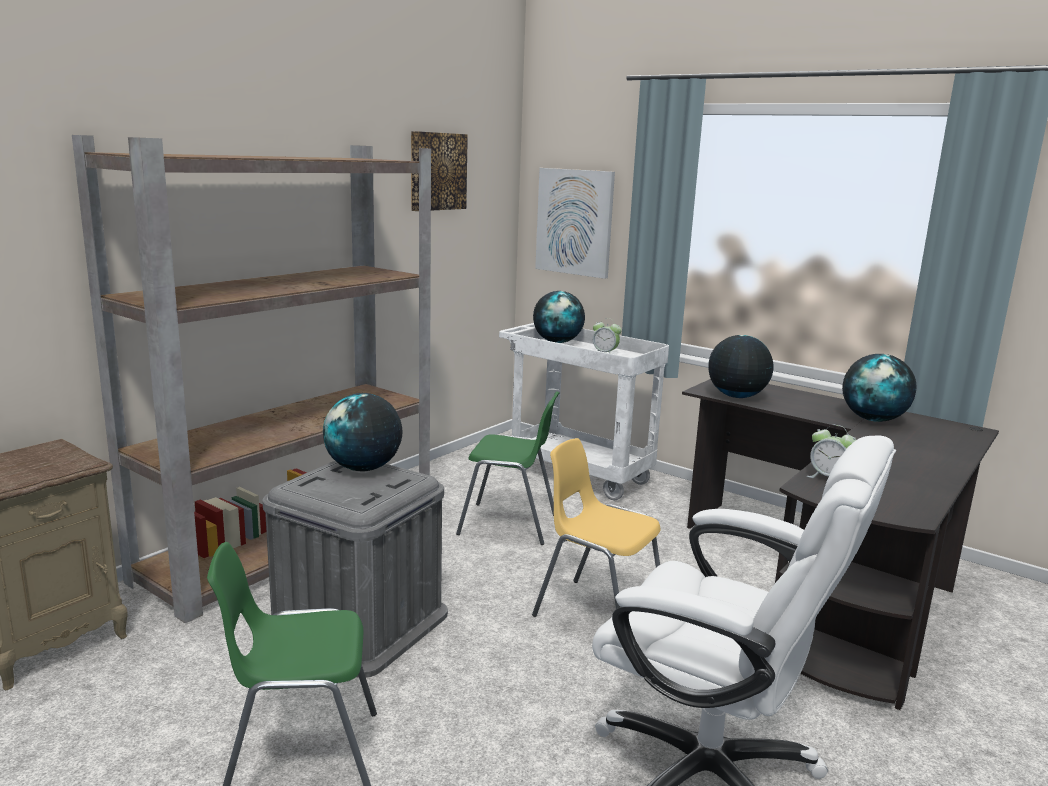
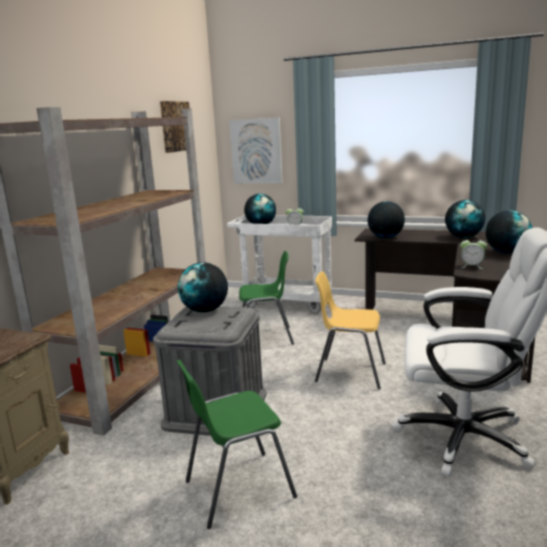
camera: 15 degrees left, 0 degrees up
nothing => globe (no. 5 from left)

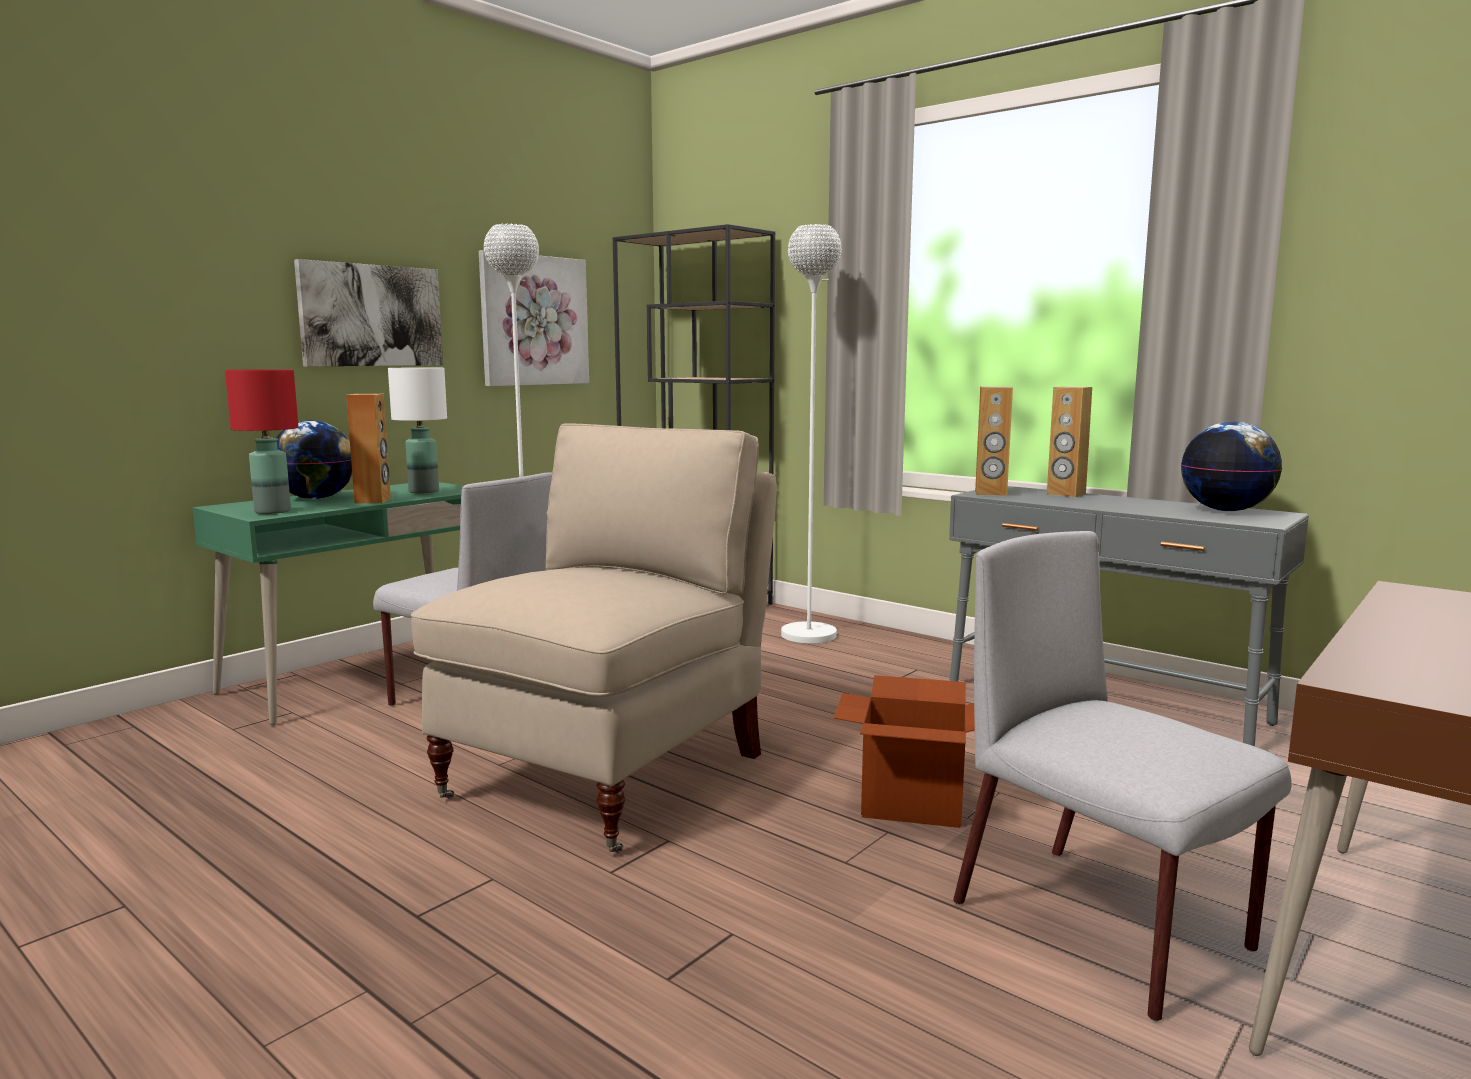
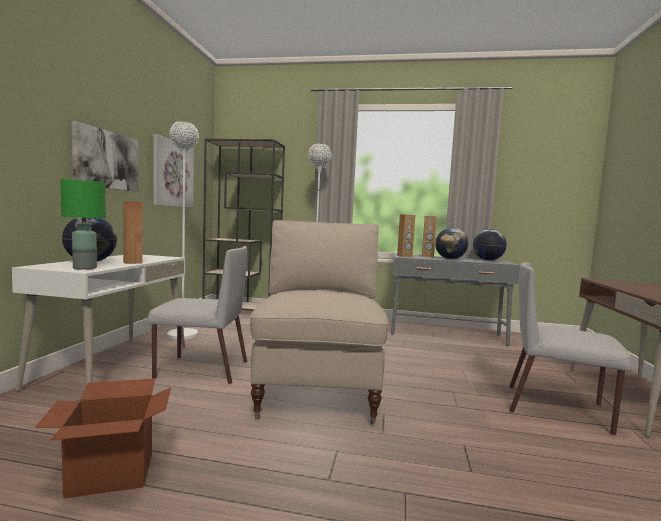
camera: 30 degrees left, 5 degrees down
desk (green) => desk (white)
cardboard box, shifted
table lamp (red) => table lamp (green)
nothing => globe (no. 2 from left)
table lamp (white) => nothing

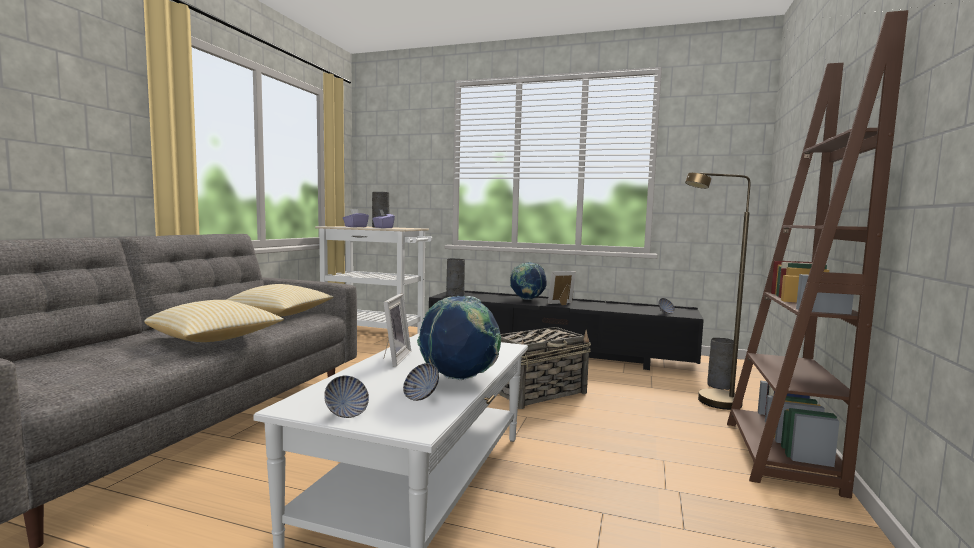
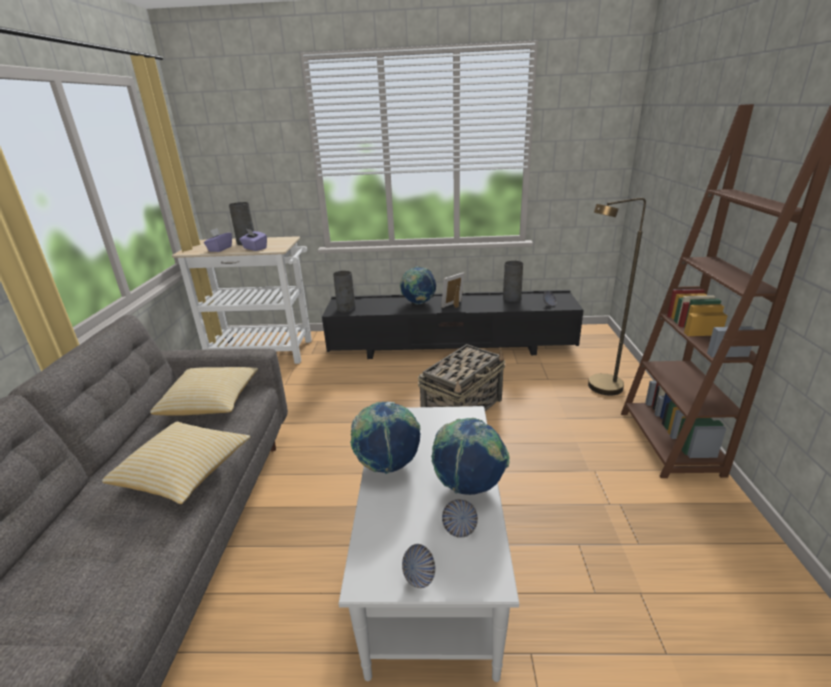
camera: 15 degrees left, 20 degrees up
picture frame (no. 1 from left) => globe (no. 1 from left)
vase (grey) (no. 3 from left), shifted

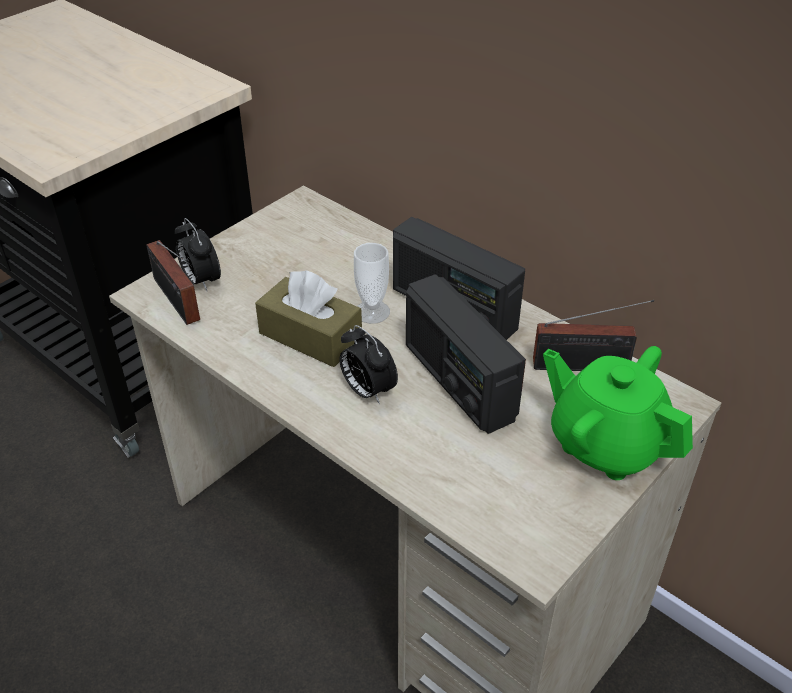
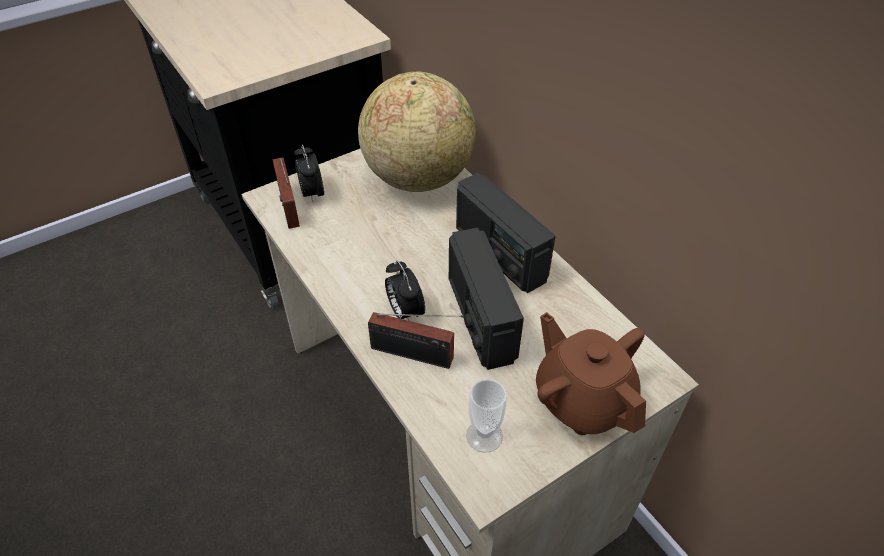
camera: 15 degrees right, 5 degrees up
nothing => globe
radio (no. 4 from left in the first image) => radio (no. 2 from left), shifted
cup, shifted
teapot (green) => teapot (brown)
tissue box (brown) => nothing

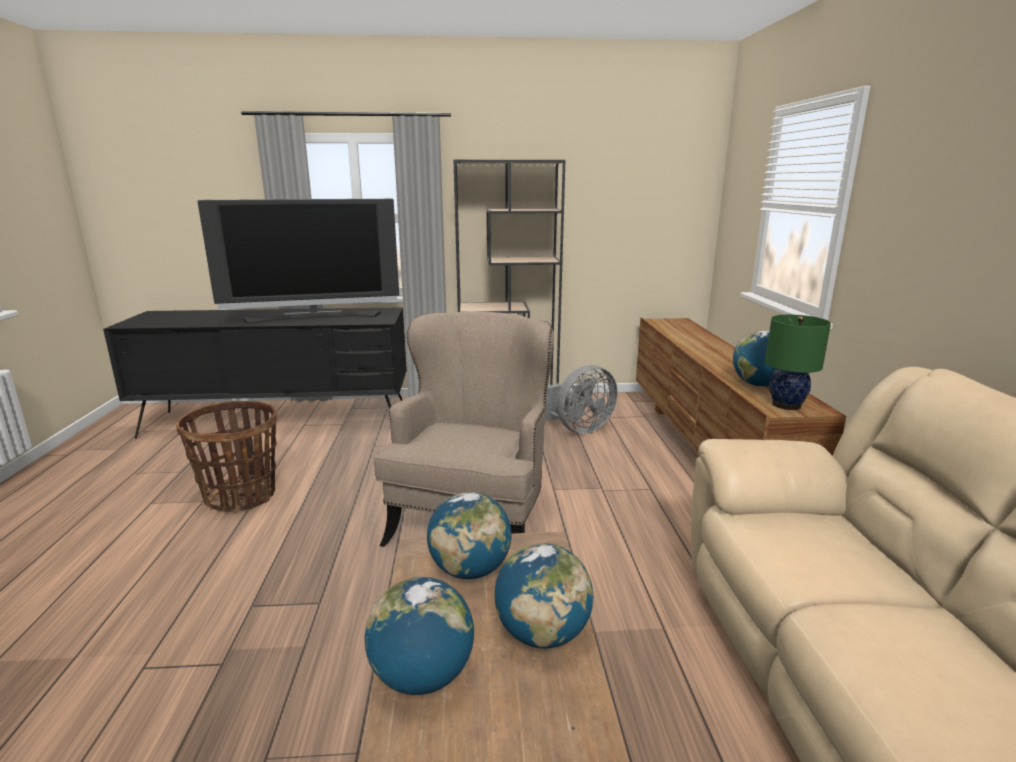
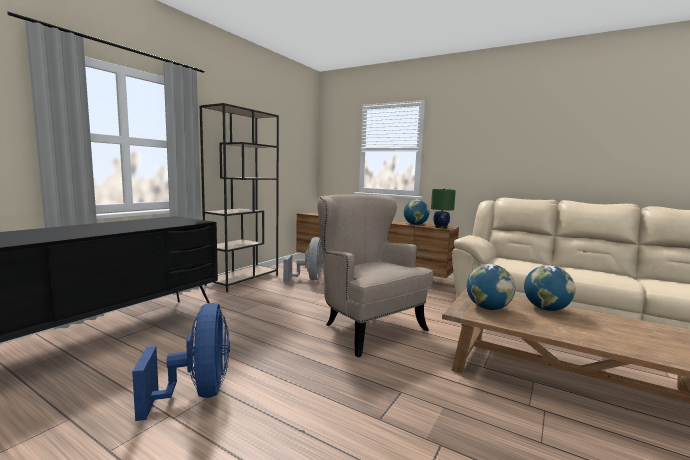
camera: 55 degrees left, 10 degrees down
basket => fan (blue)
television => nothing
globe (no. 1 from left) => nothing

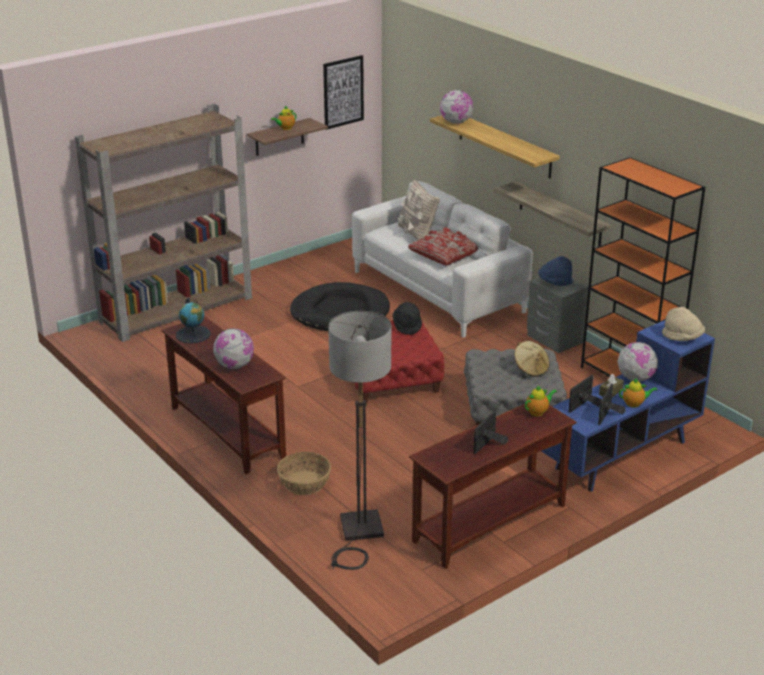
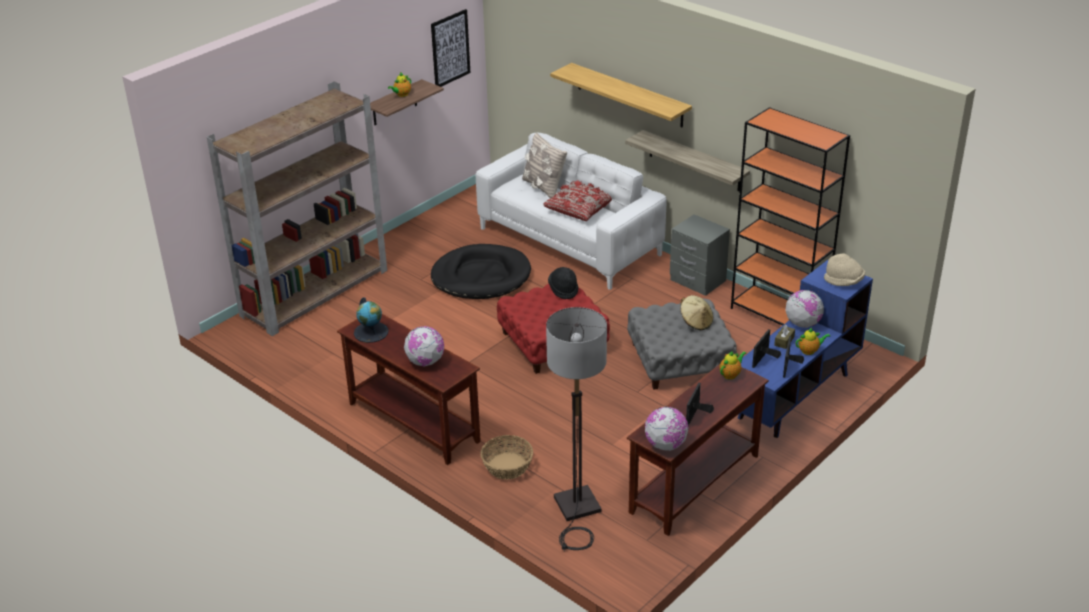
camera: 10 degrees left, 5 degrees up
globe (no. 3 from left), shifted
hat (blue) => nothing

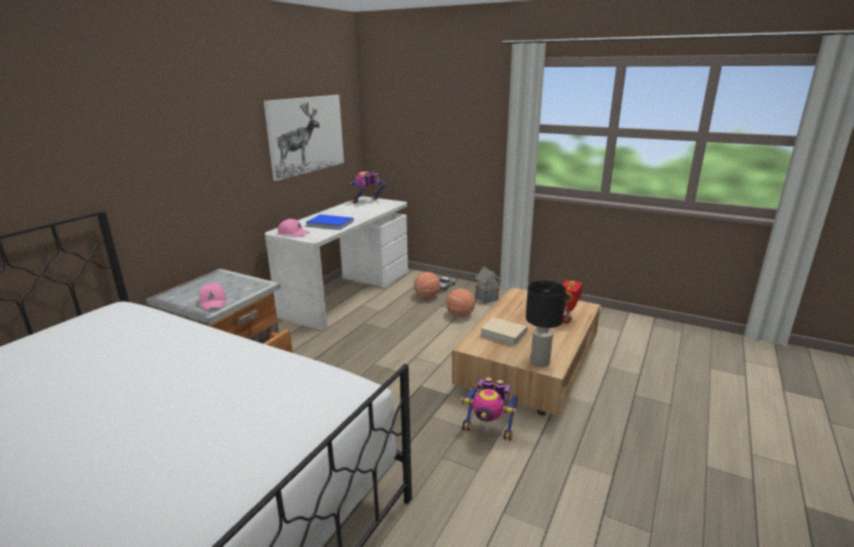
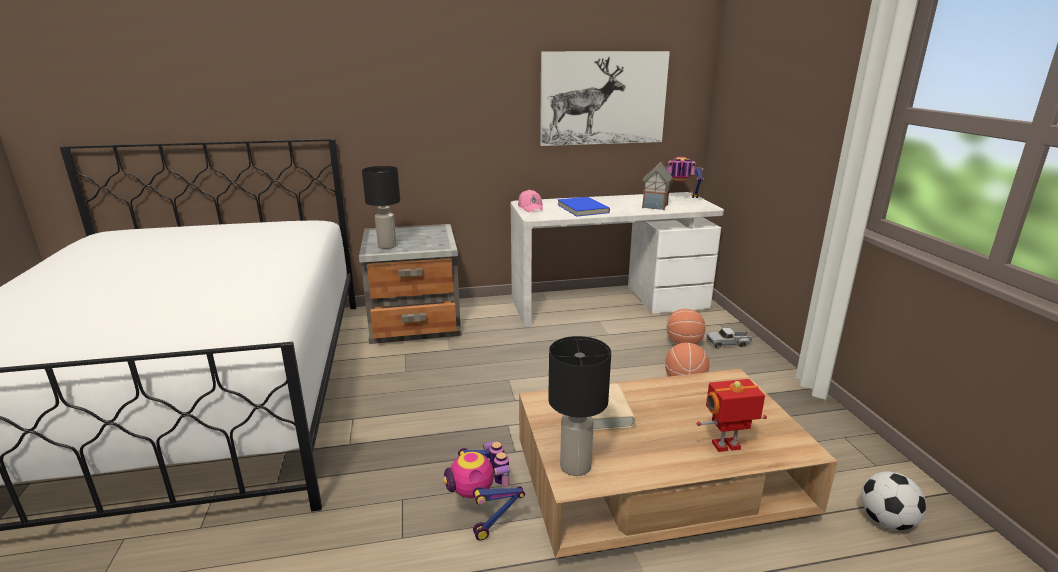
camera: 50 degrees right, 0 degrees up
cap (pink) (no. 1 from left) => table lamp (black) (no. 1 from left)
toy house, shifted
nothing => football

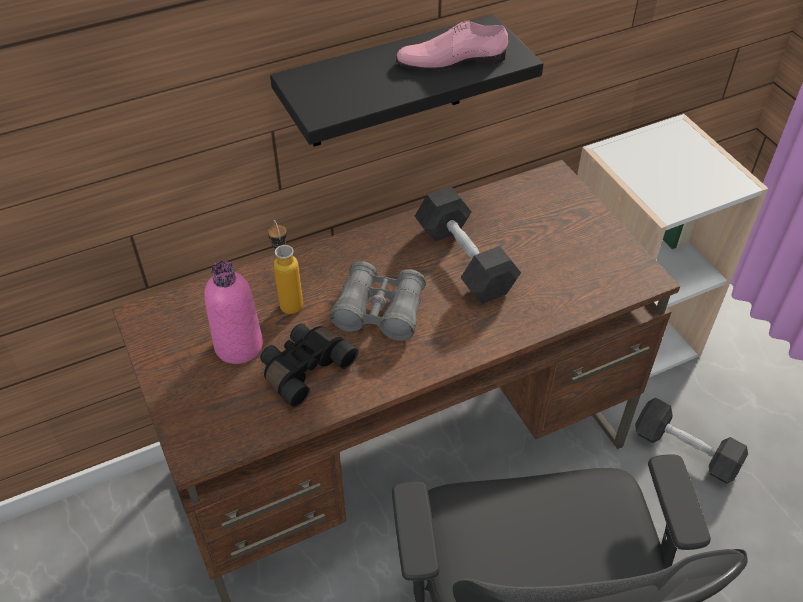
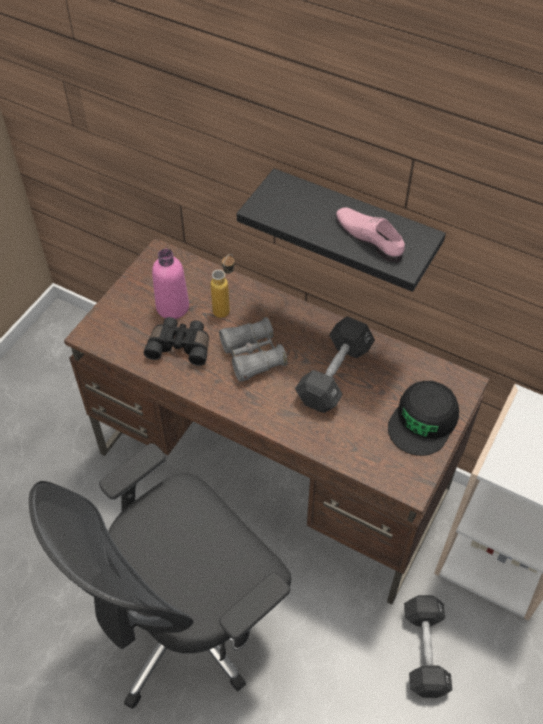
camera: 55 degrees right, 5 degrees up
nothing => cap (black)

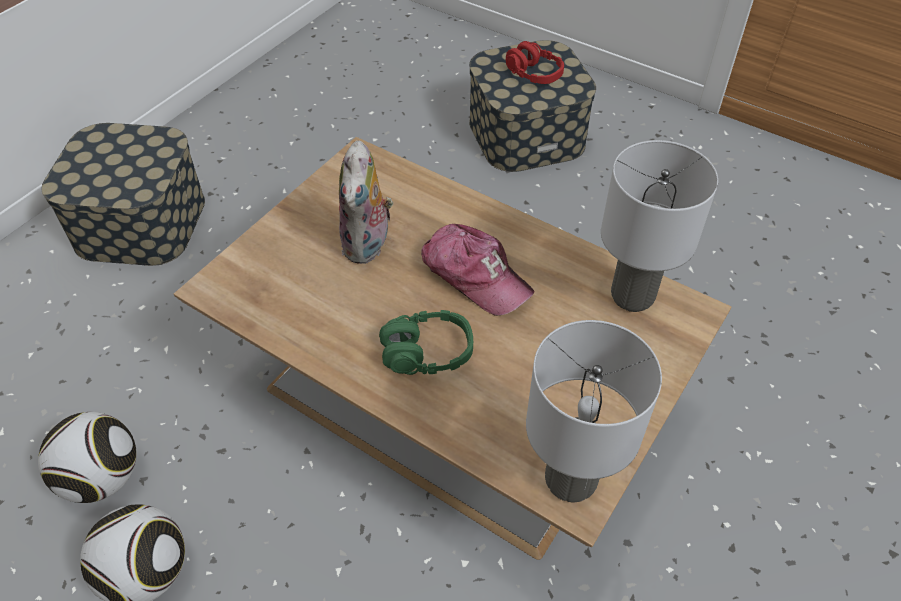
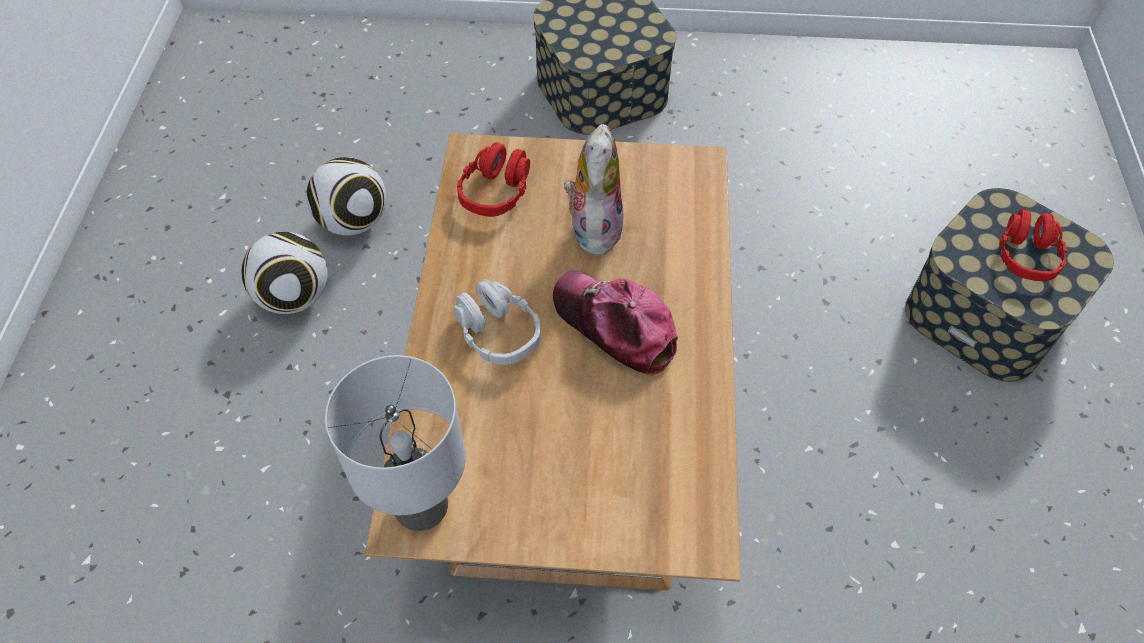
camera: 60 degrees right, 5 degrees up
headphones (green) => headphones (grey)
nothing => headphones (red) (no. 1 from left)
cap, 120 degrees clockwise
plush toy, 120 degrees clockwise
table lamp (white) (no. 2 from left) => nothing

